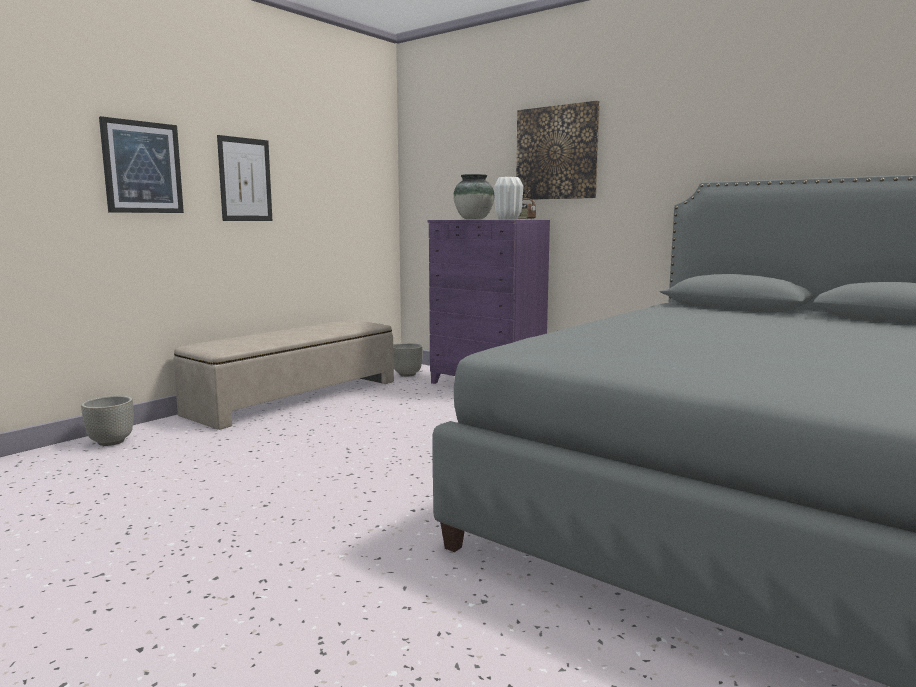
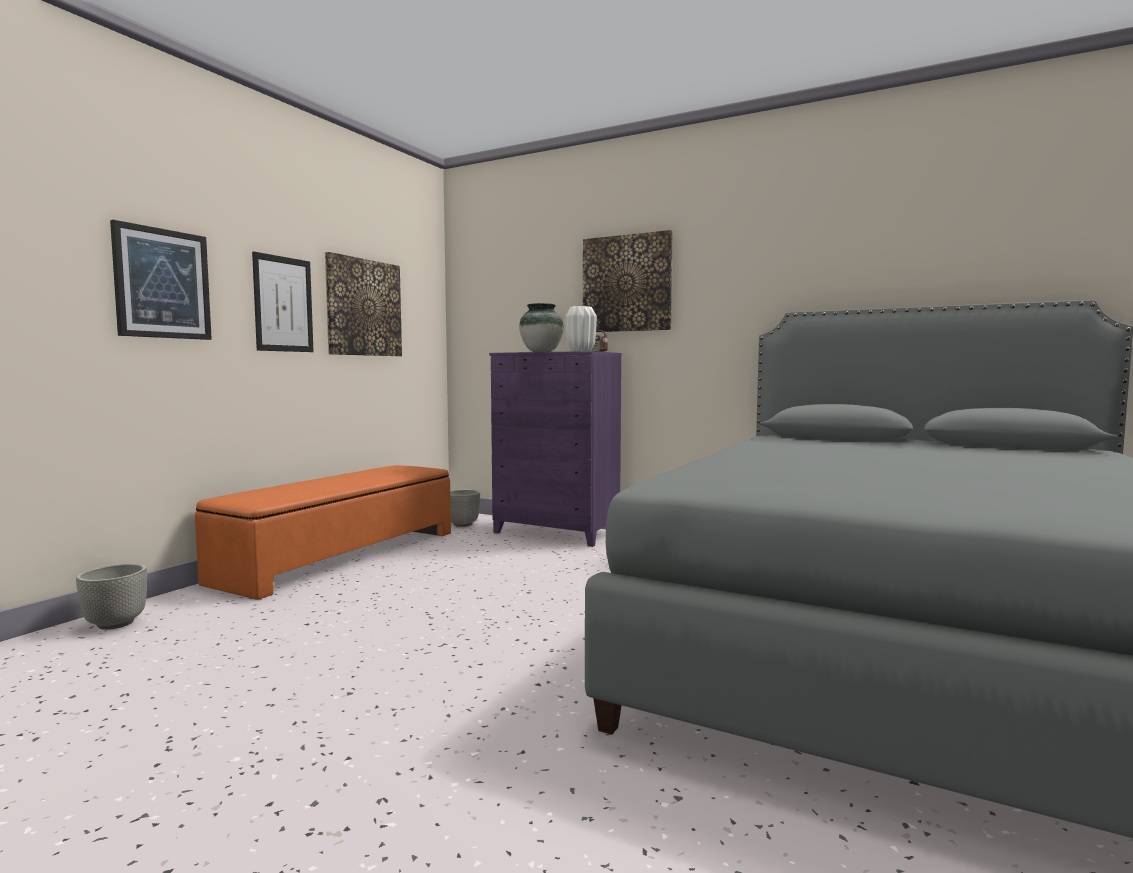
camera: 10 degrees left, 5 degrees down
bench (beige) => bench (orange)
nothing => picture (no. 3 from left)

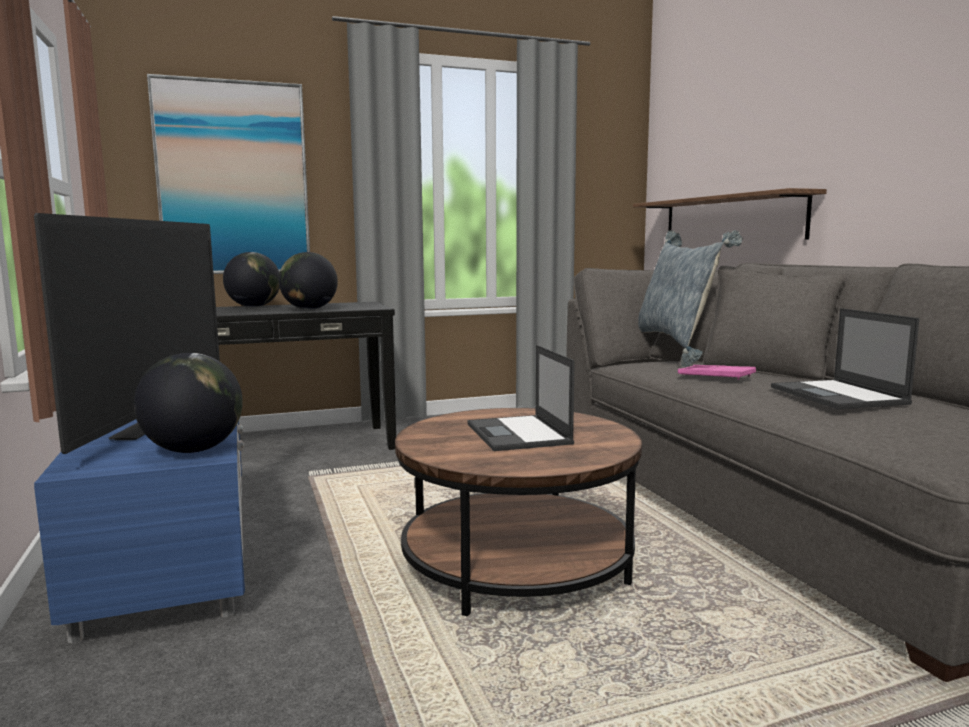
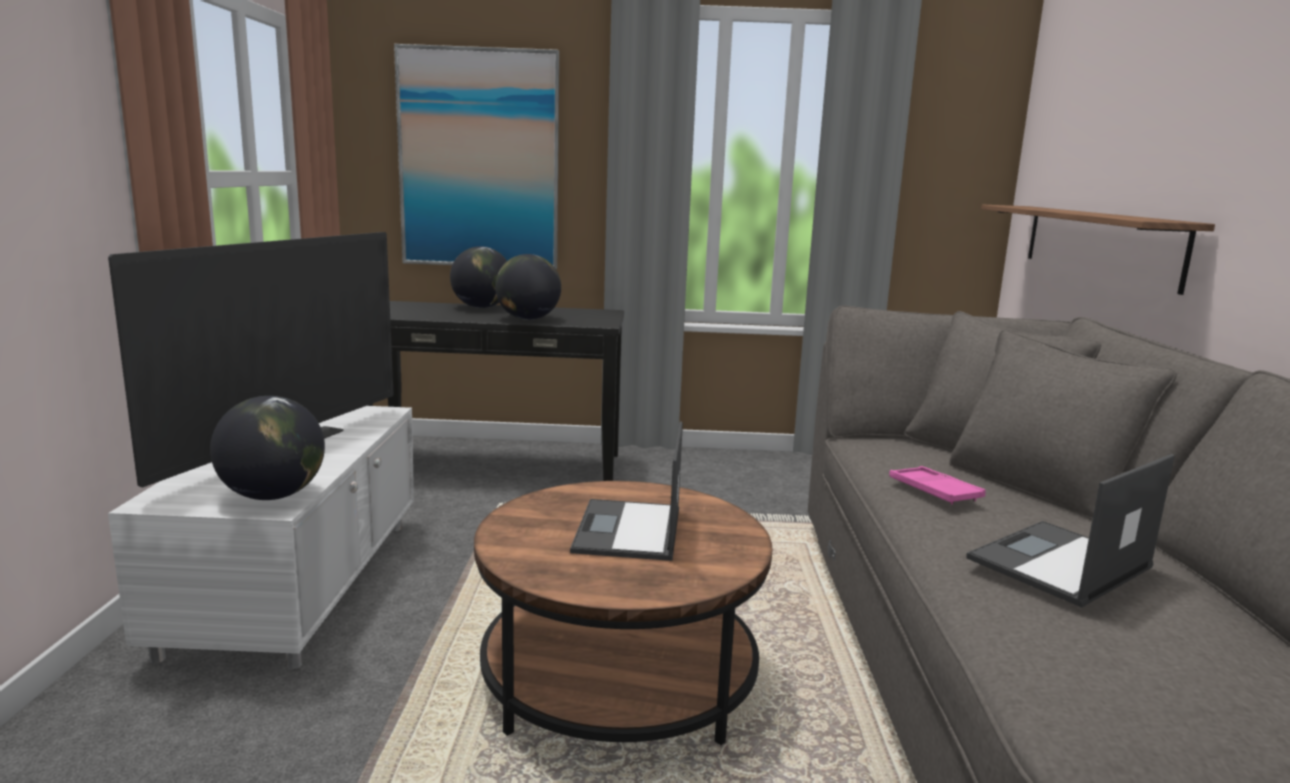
camera: 20 degrees right, 5 degrees up
tv stand (blue) => tv stand (white)
laptop (no. 2 from left), 45 degrees clockwise
pillow => nothing

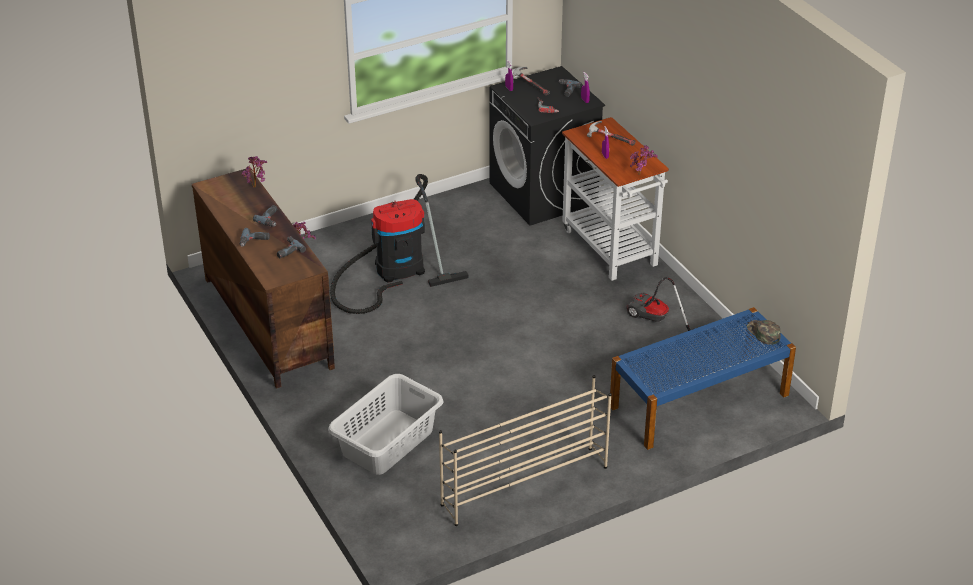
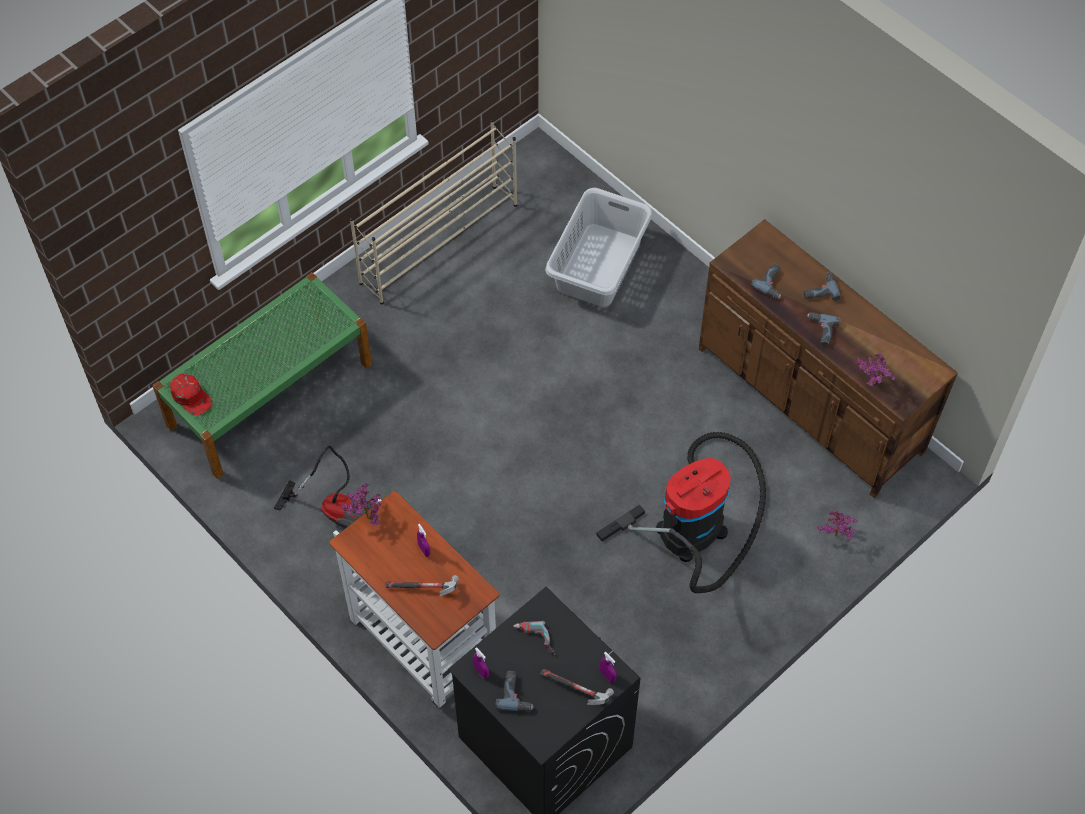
camera: 165 degrees right, 20 degrees up
bench (blue) => bench (green)
cap (green) => cap (red)

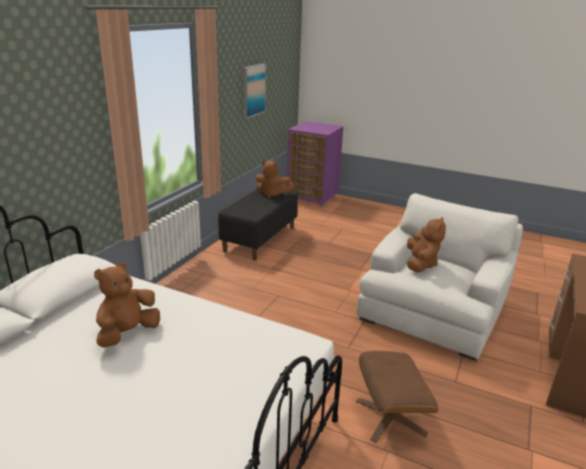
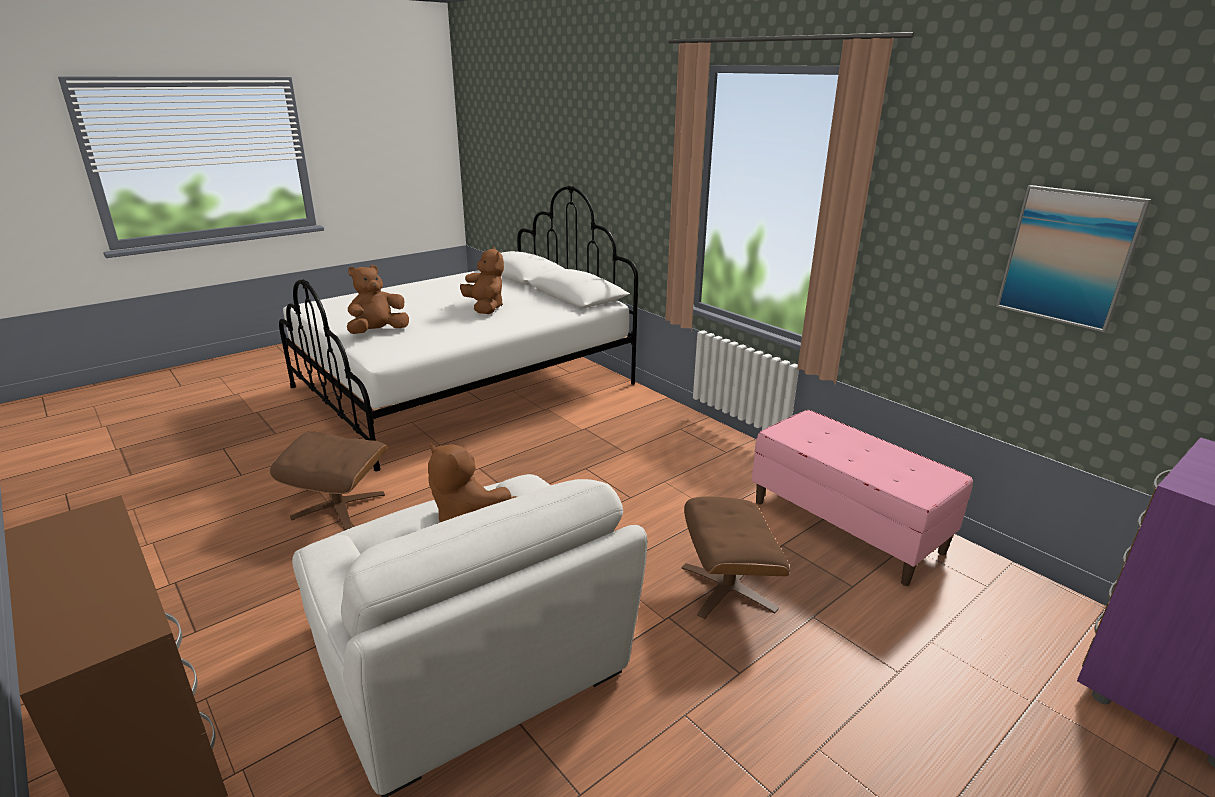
camera: 115 degrees right, 0 degrees up
plush toy (brown) (no. 2 from left in the first image) => plush toy (brown) (no. 1 from left), shifted
nothing => ottoman (brown) (no. 2 from left)
bench (black) => bench (pink)

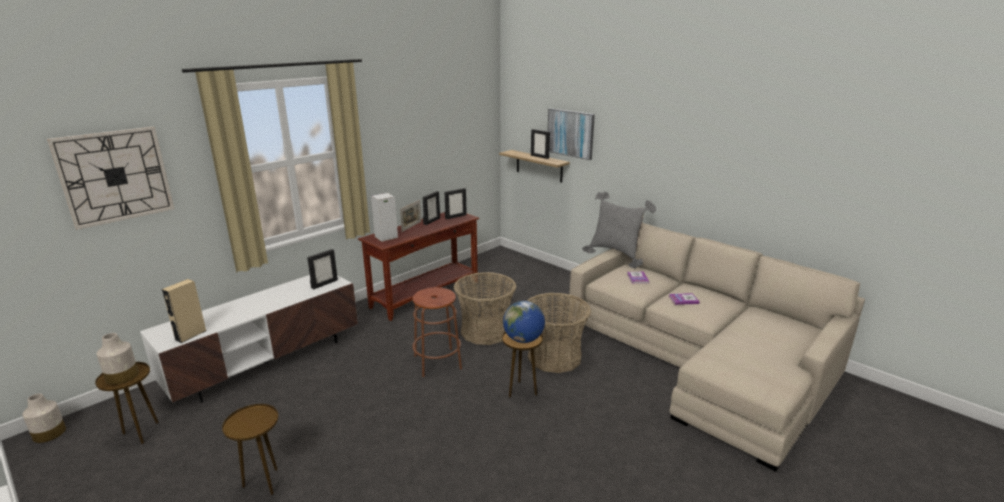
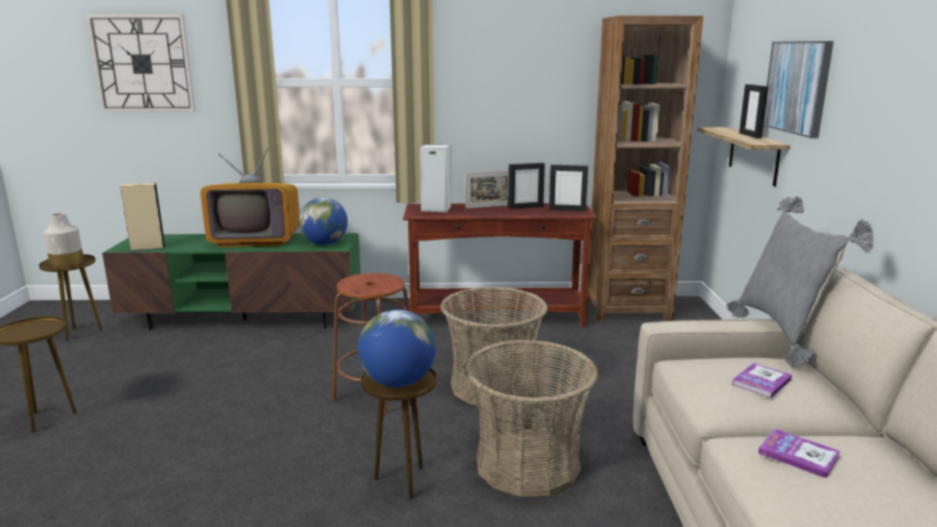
camera: 45 degrees right, 5 degrees down
tv stand (white) => tv stand (green)
nothing => television
picture frame (no. 1 from left) => globe (no. 1 from left)
nothing => bookcase (brown)
vase (beige) (no. 1 from left) => nothing

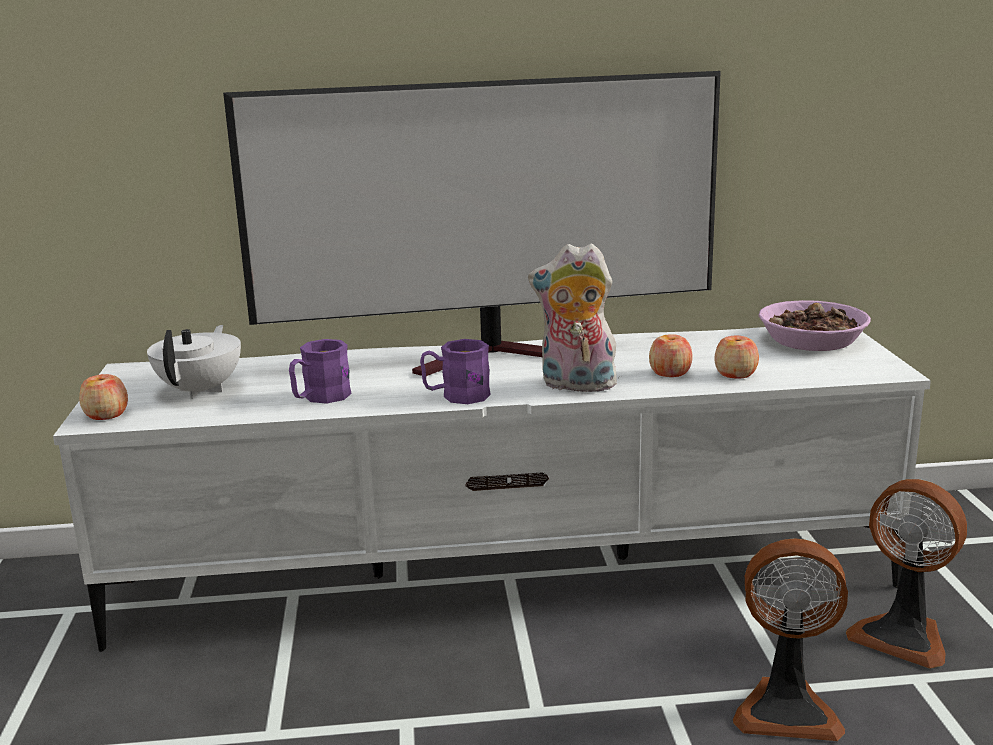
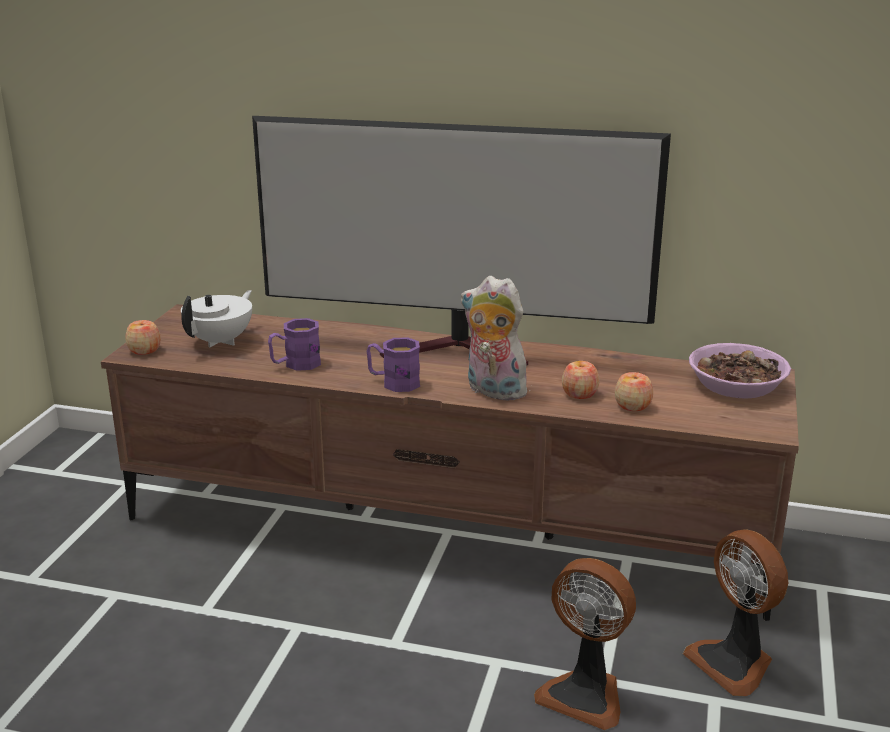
camera: 20 degrees right, 5 degrees up
tv stand (white) => tv stand (brown)

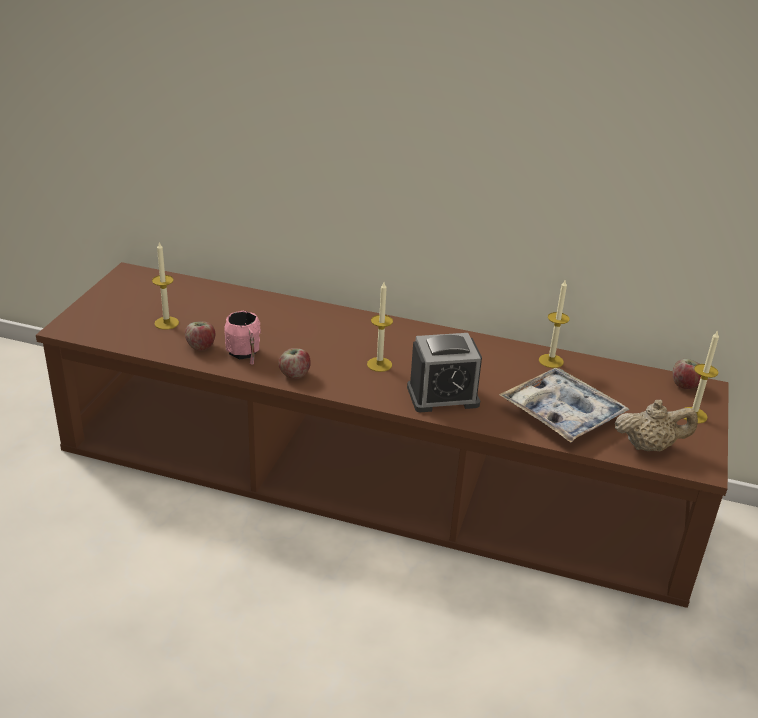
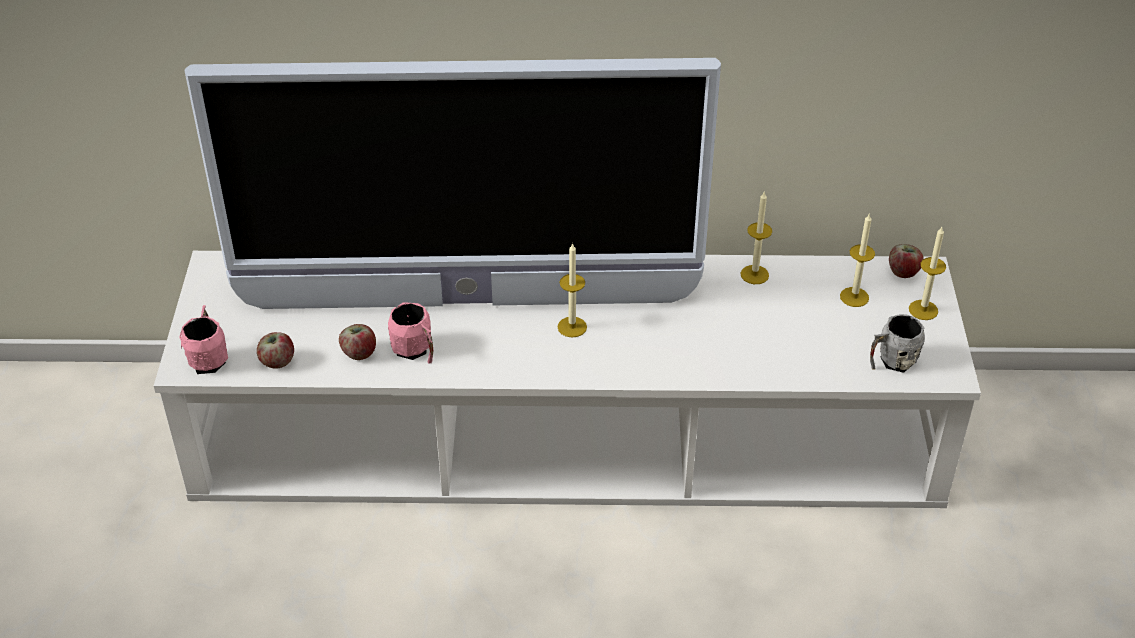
camera: 15 degrees left, 10 degrees up
tv stand (brown) => tv stand (white)
nothing => mug (pink) (no. 1 from left)
nothing => television
apple (no. 2 from left in the first image) => apple (no. 1 from left), shifted
candle (no. 1 from left in the first image) => candle (no. 3 from left), shifted
teapot (beige) => mug (grey)
alarm clock => nothing
tray => nothing

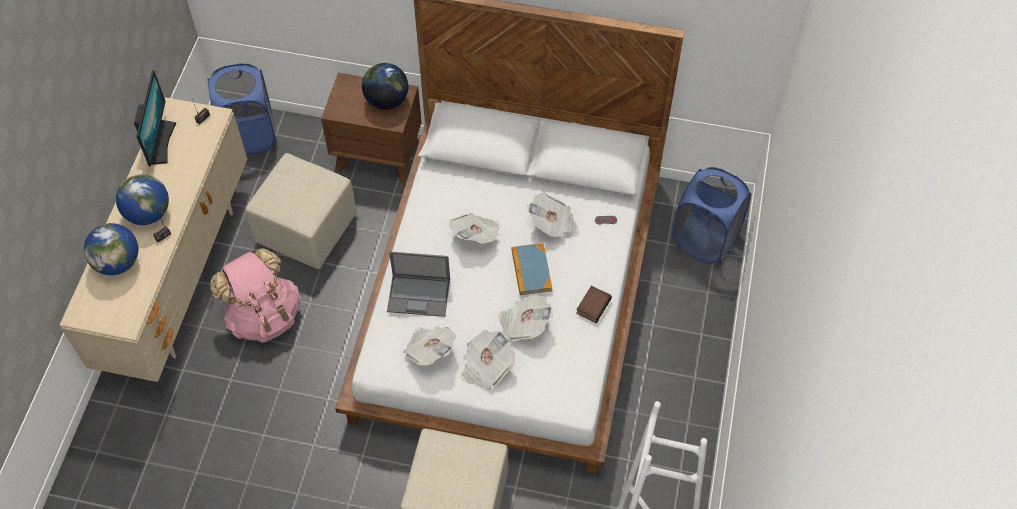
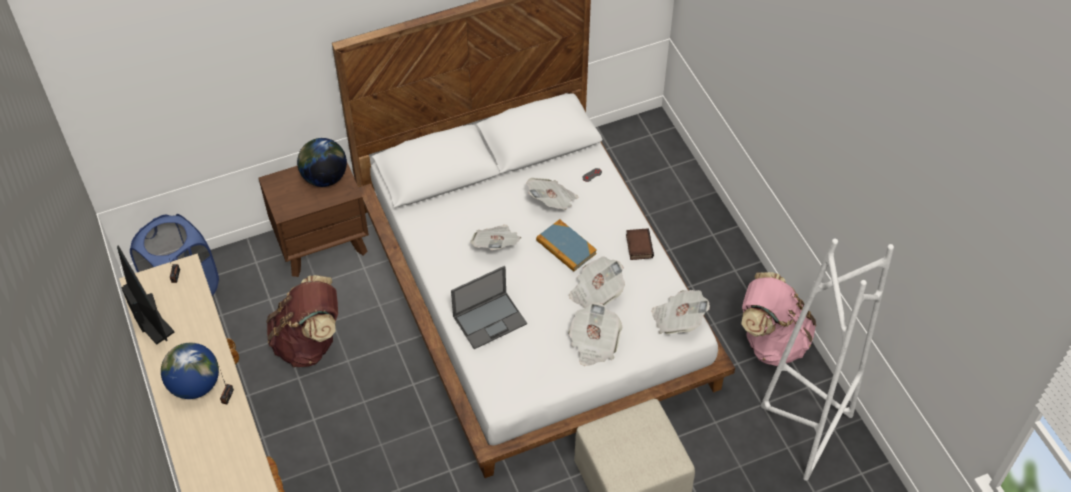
camera: 35 degrees left, 5 degrees down
ottoman (beige) (no. 1 from left) => backpack (brown)
newspaper (no. 1 from left in the first image) => newspaper (no. 5 from left), shifted
backpack (pink), shifted
globe (no. 1 from left) => nothing
laundry basket (blue) (no. 2 from left) => nothing

